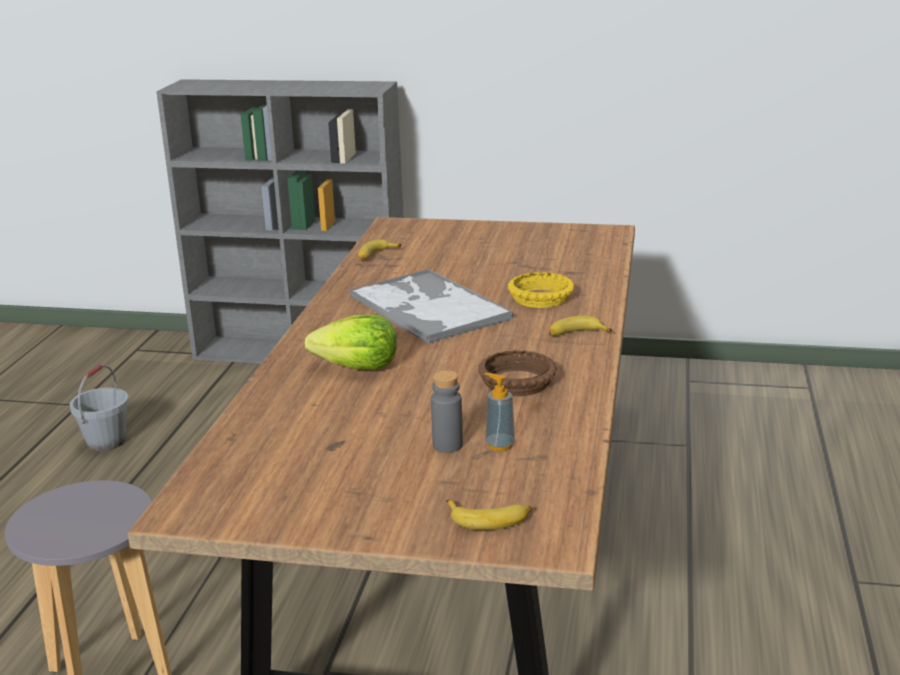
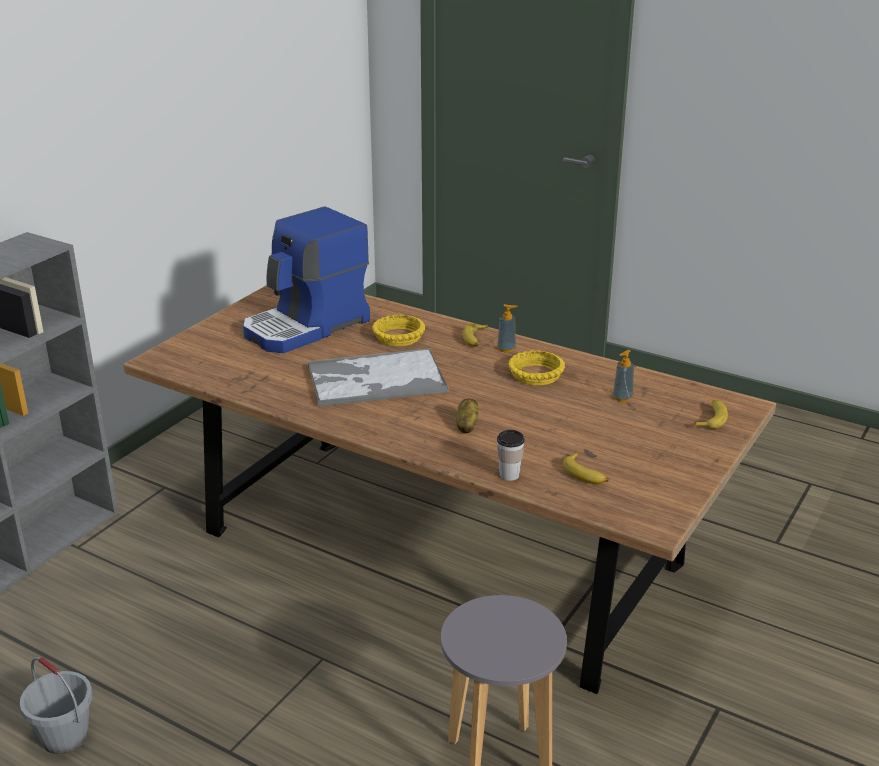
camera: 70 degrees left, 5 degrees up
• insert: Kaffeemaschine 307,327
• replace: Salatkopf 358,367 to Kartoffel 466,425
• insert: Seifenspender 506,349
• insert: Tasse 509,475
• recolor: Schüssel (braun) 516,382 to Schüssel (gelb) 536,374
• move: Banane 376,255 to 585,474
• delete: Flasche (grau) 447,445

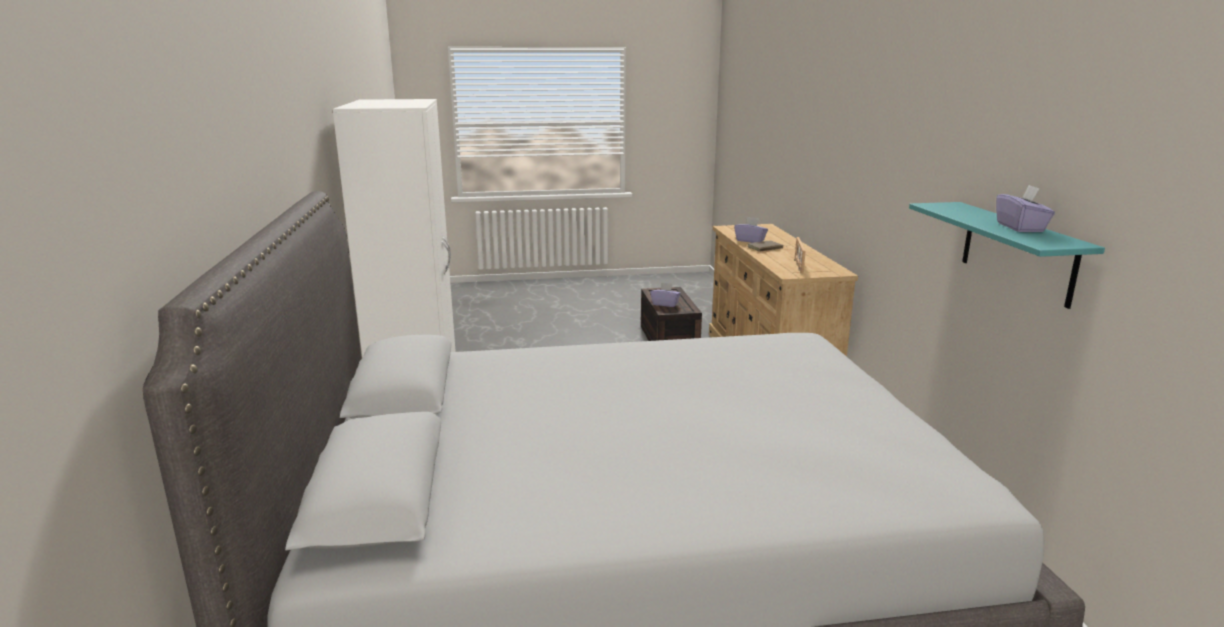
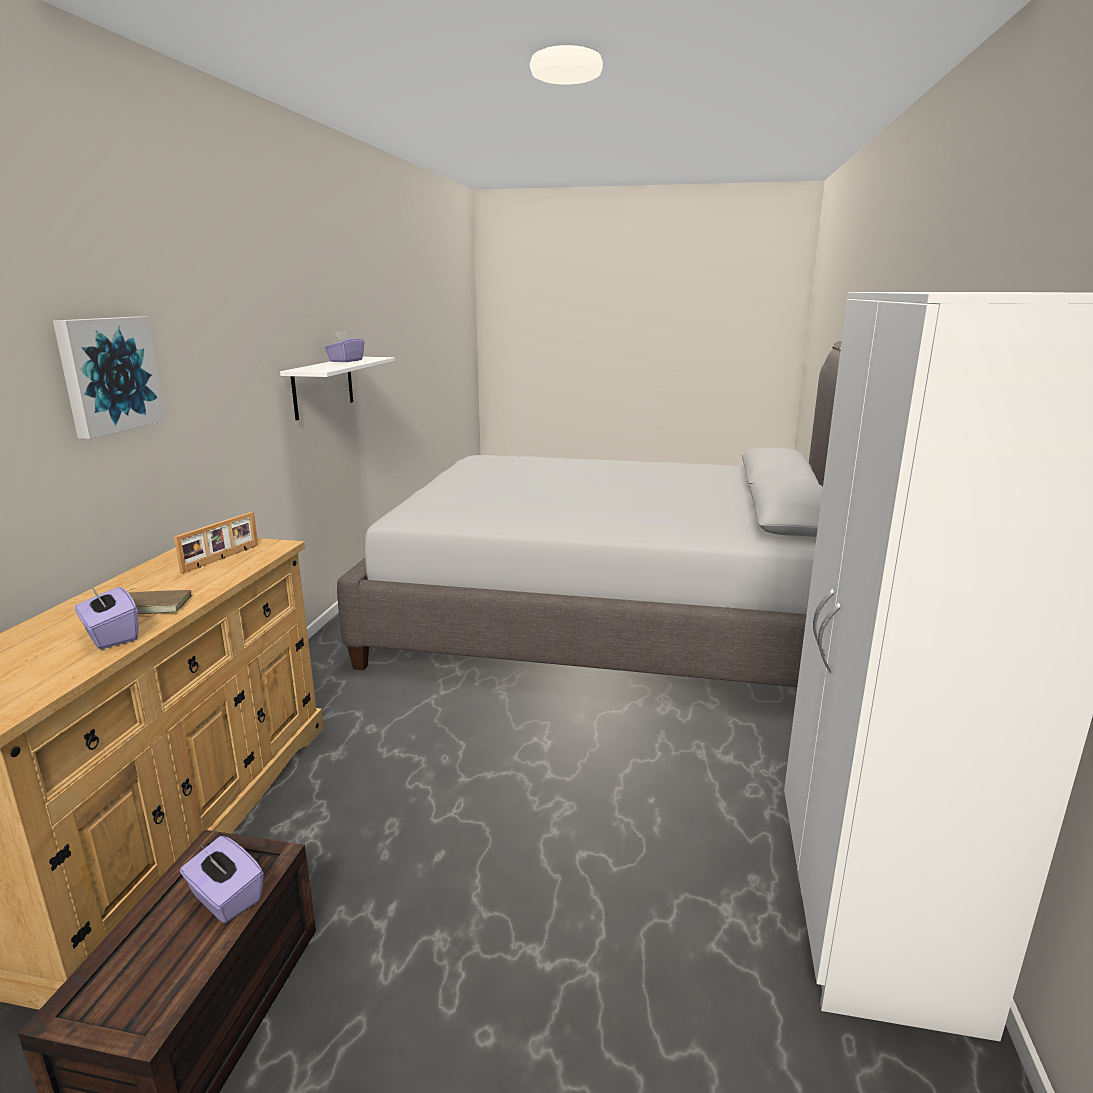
camera: 160 degrees left, 0 degrees up
• insert: Bild 108,374
• recolor: Wandregal (türkis) 1017,252 to Wandregal (weiß) 323,387

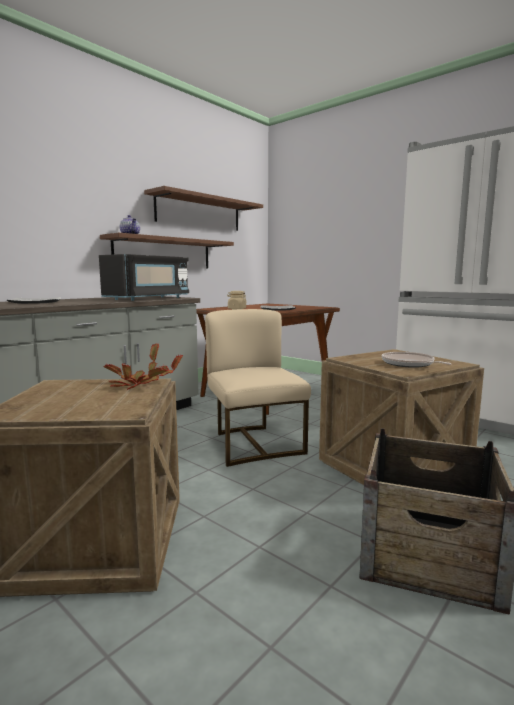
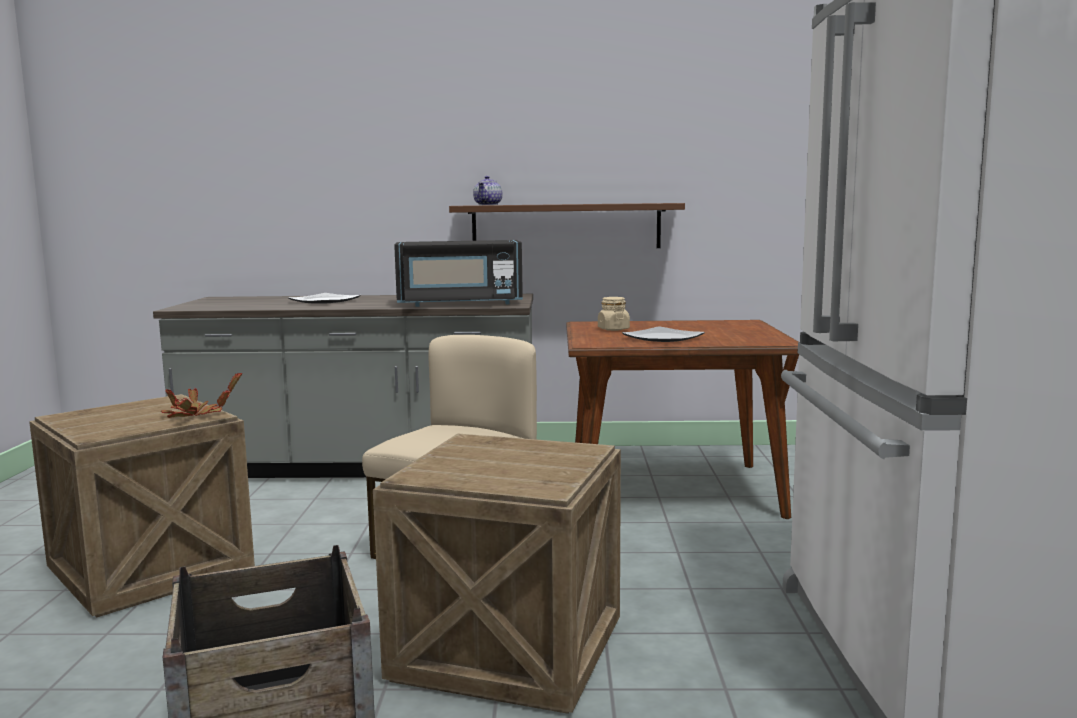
camera: 50 degrees right, 0 degrees up
• delete: Wandregal (braun) 199,213
• delete: Pfanne 409,364

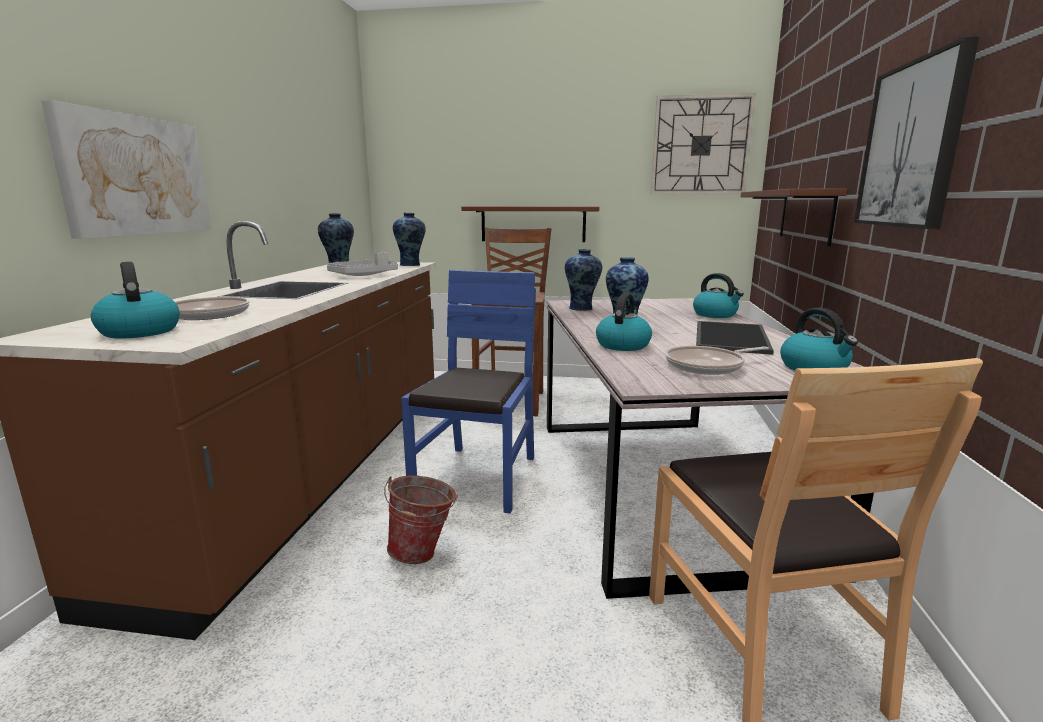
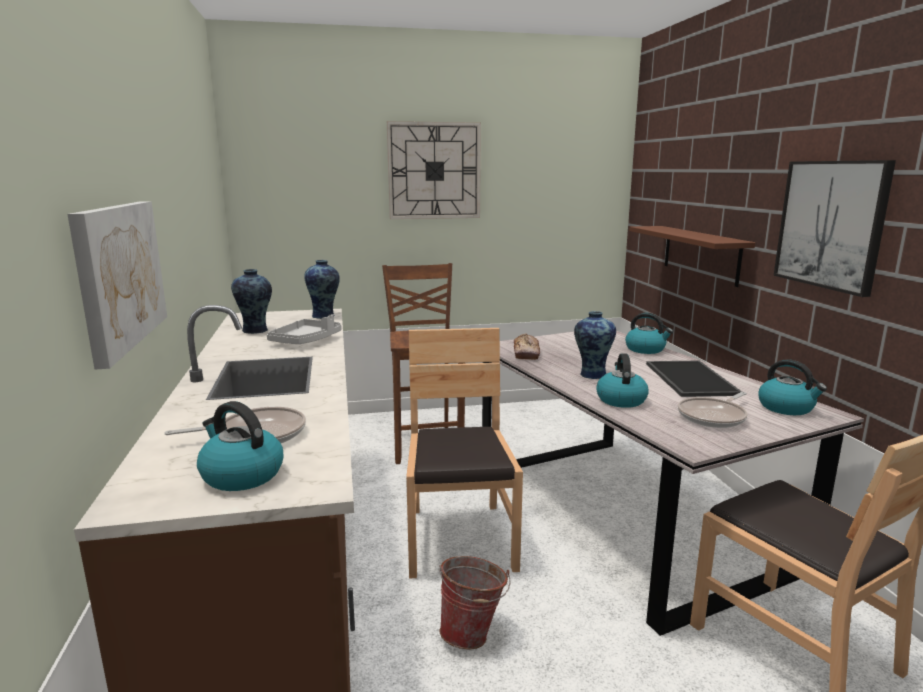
camera: 20 degrees left, 0 degrees up
• move: Wanduhr 700,145 to 434,171
• recolor: Stuhl (blau) 478,477 to Stuhl (braun) 459,539
• replace: Vase 582,308 to Brot 526,353
• delete: Wandregal (braun) 533,224

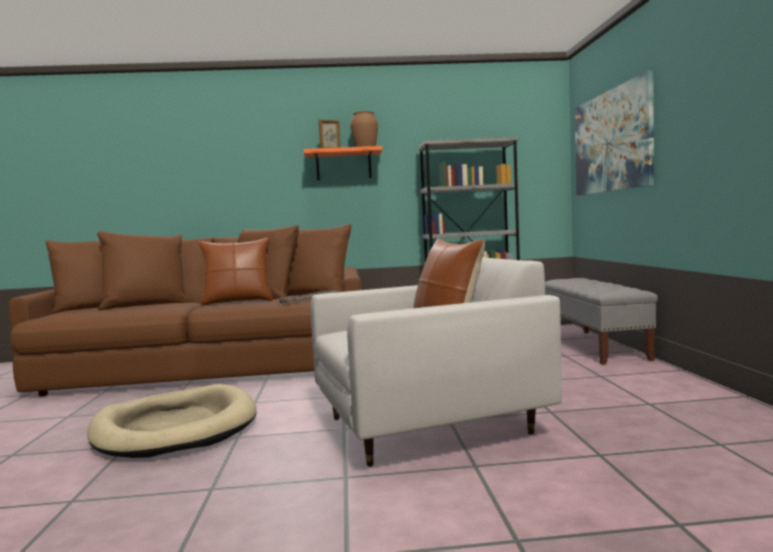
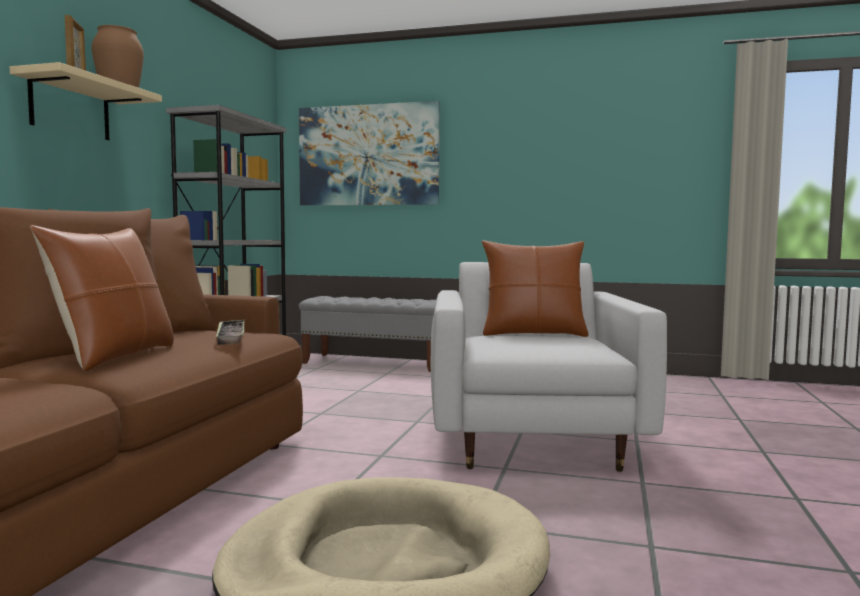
camera: 70 degrees left, 0 degrees up
• recolor: Wandregal (orange) 343,165 to Wandregal (beige) 70,108

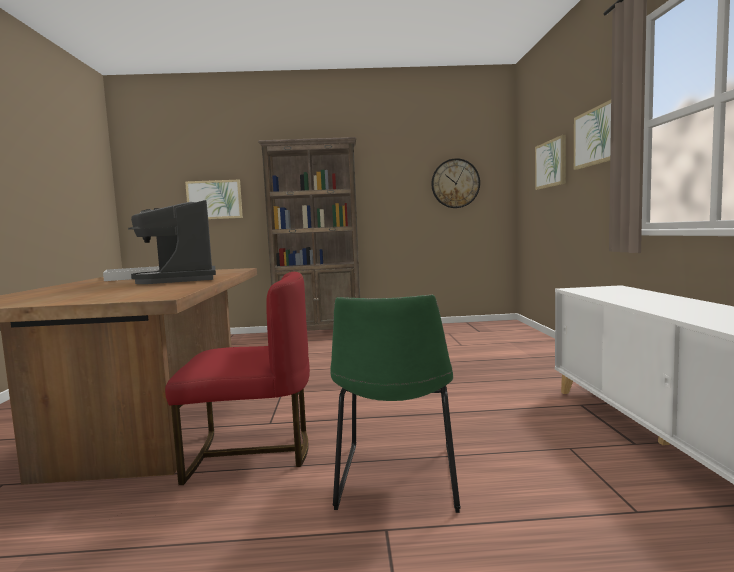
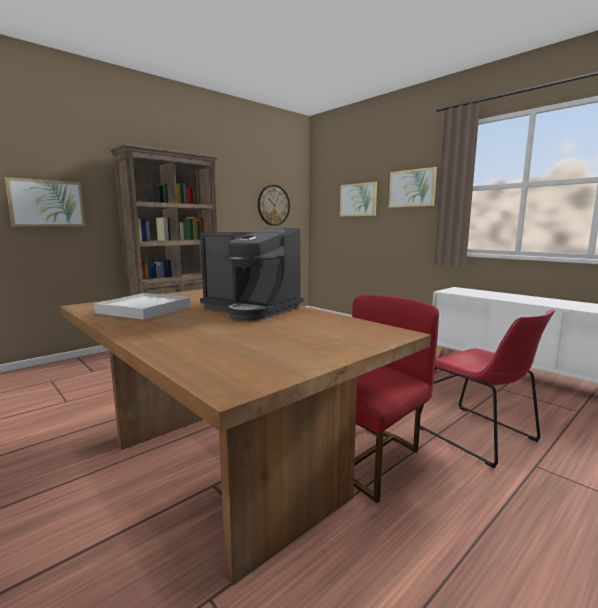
camera: 40 degrees left, 5 degrees up
• recolor: Stuhl (grün) 397,480 to Stuhl (rot) 479,436

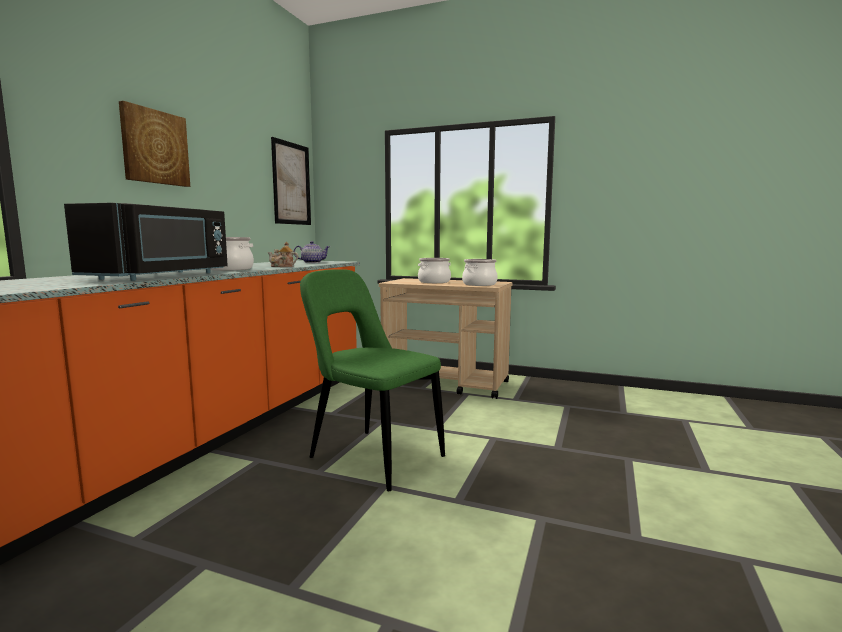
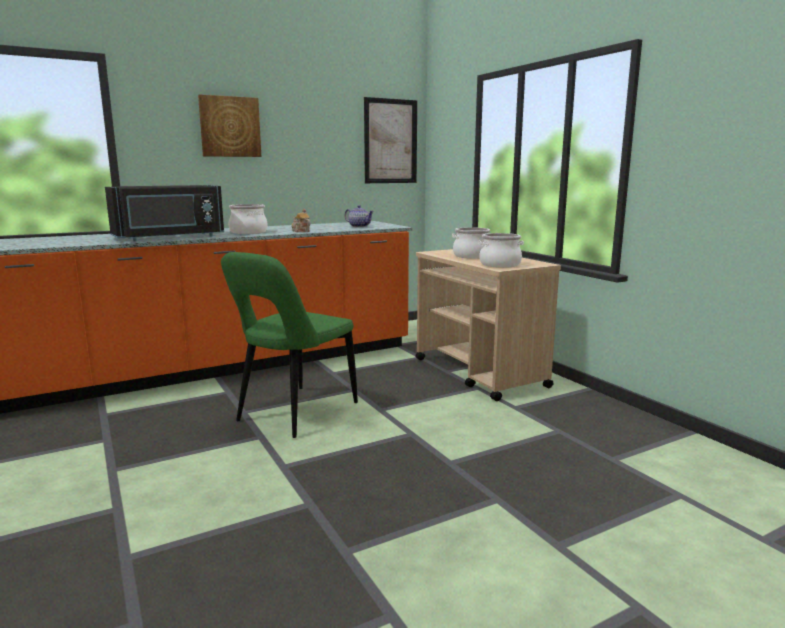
camera: 40 degrees right, 5 degrees up
• rotate: Stuhl (grün) 371,456 = 294,414 135 degrees counterclockwise

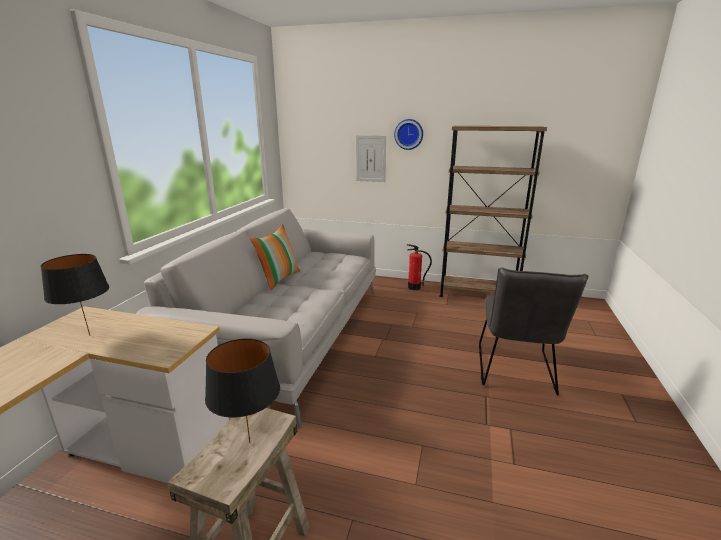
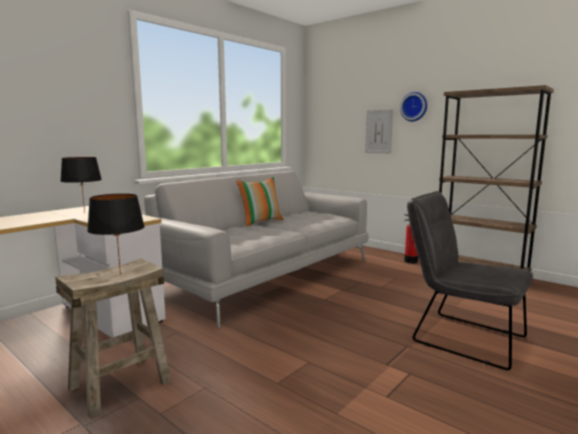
camera: 25 degrees right, 10 degrees down
• rotate: Stuhl (grau) 515,372 = 460,337 90 degrees clockwise

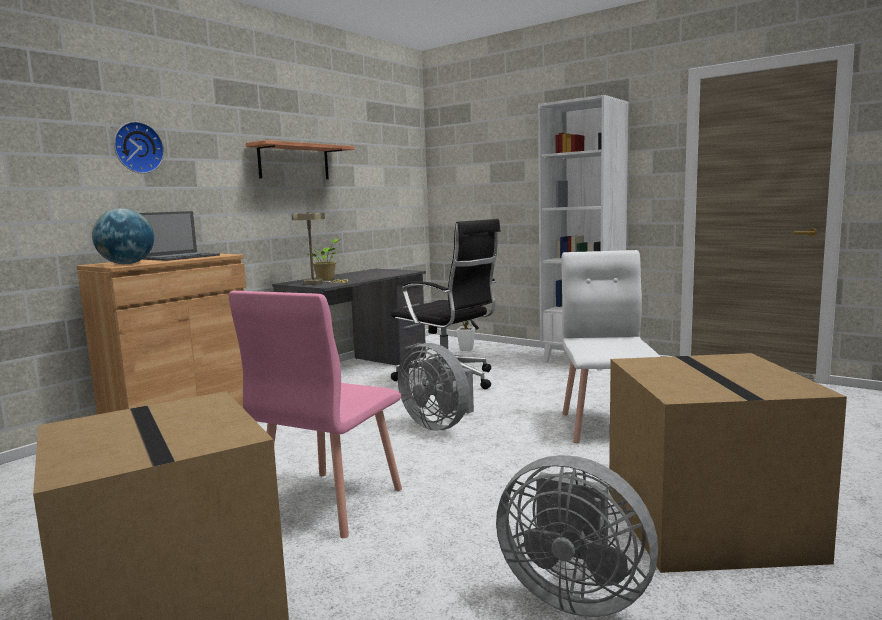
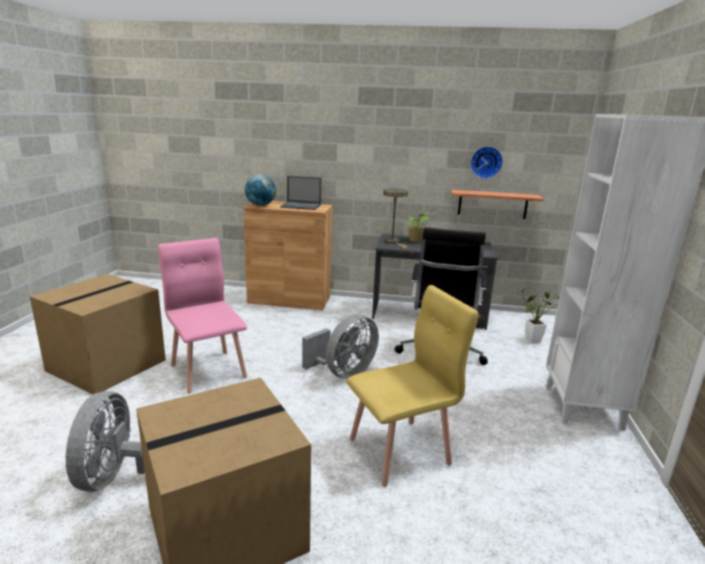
camera: 60 degrees right, 10 degrees up
• rotate: Stuhl (rosa) 330,503 = 208,370 60 degrees clockwise
• rotate: Ventilator (grau) 439,424 = 344,373 150 degrees counterclockwise
• recolor: Stuhl (weiß) 608,426 to Stuhl (gelb) 400,451
• move: Wandregal 294,162 to 492,204
• move: Wanduhr 137,148 to 486,162

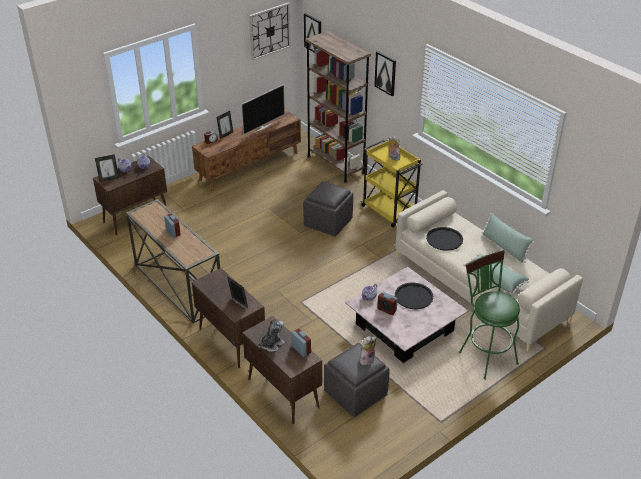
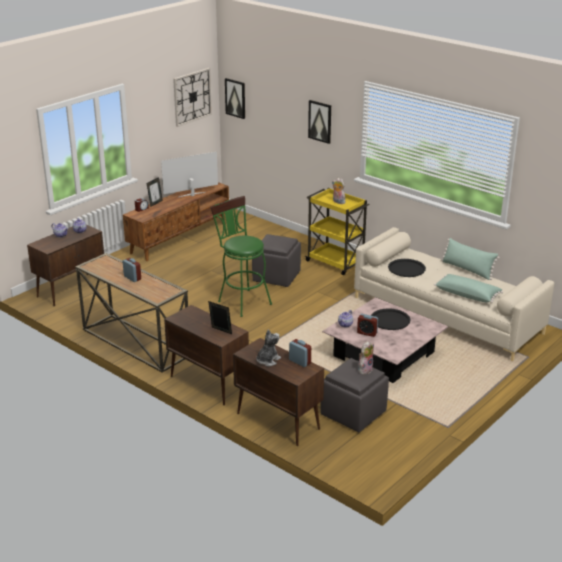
camera: 10 degrees left, 10 degrees down
• rotate: Fernseher 262,127 = 192,195 150 degrees counterclockwise
• move: Hocker (grün) 485,355 to 242,301
• delete: Bilderrahmen 109,178
• delete: Bücherregal (braun) 335,164

